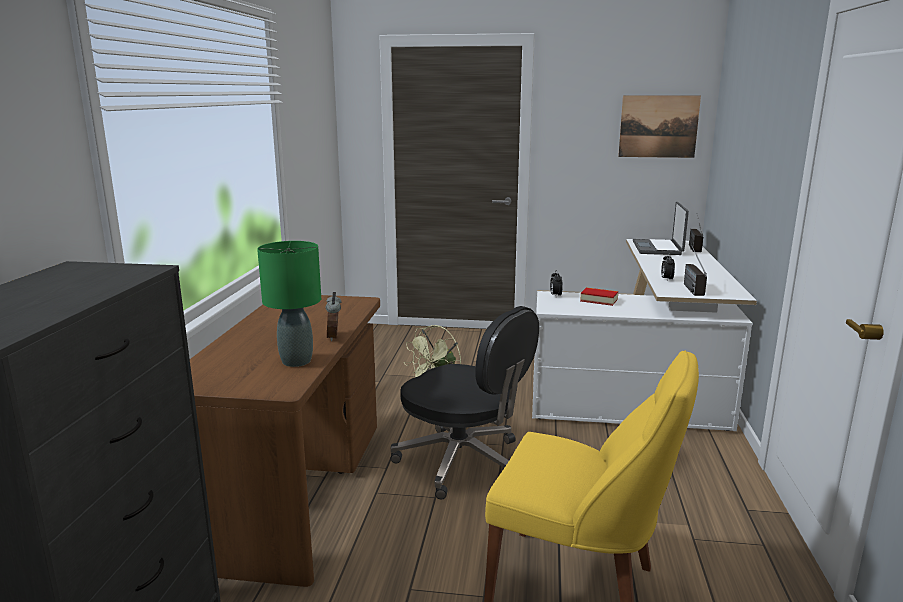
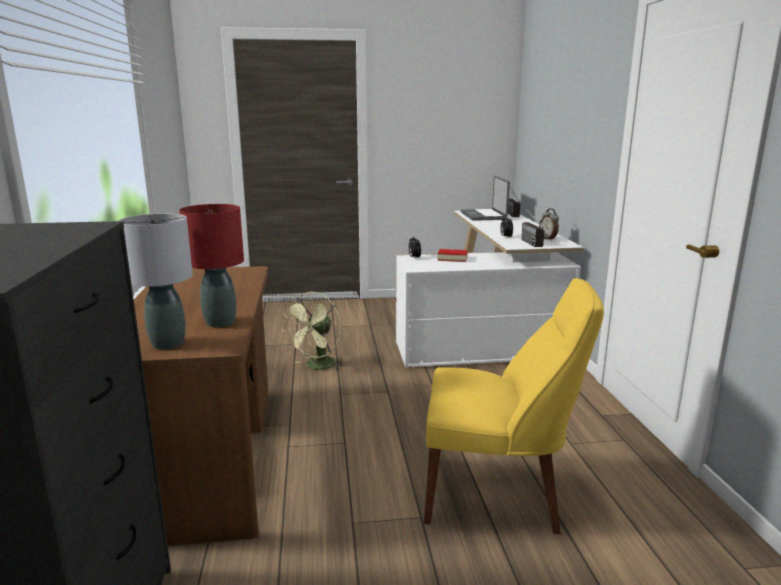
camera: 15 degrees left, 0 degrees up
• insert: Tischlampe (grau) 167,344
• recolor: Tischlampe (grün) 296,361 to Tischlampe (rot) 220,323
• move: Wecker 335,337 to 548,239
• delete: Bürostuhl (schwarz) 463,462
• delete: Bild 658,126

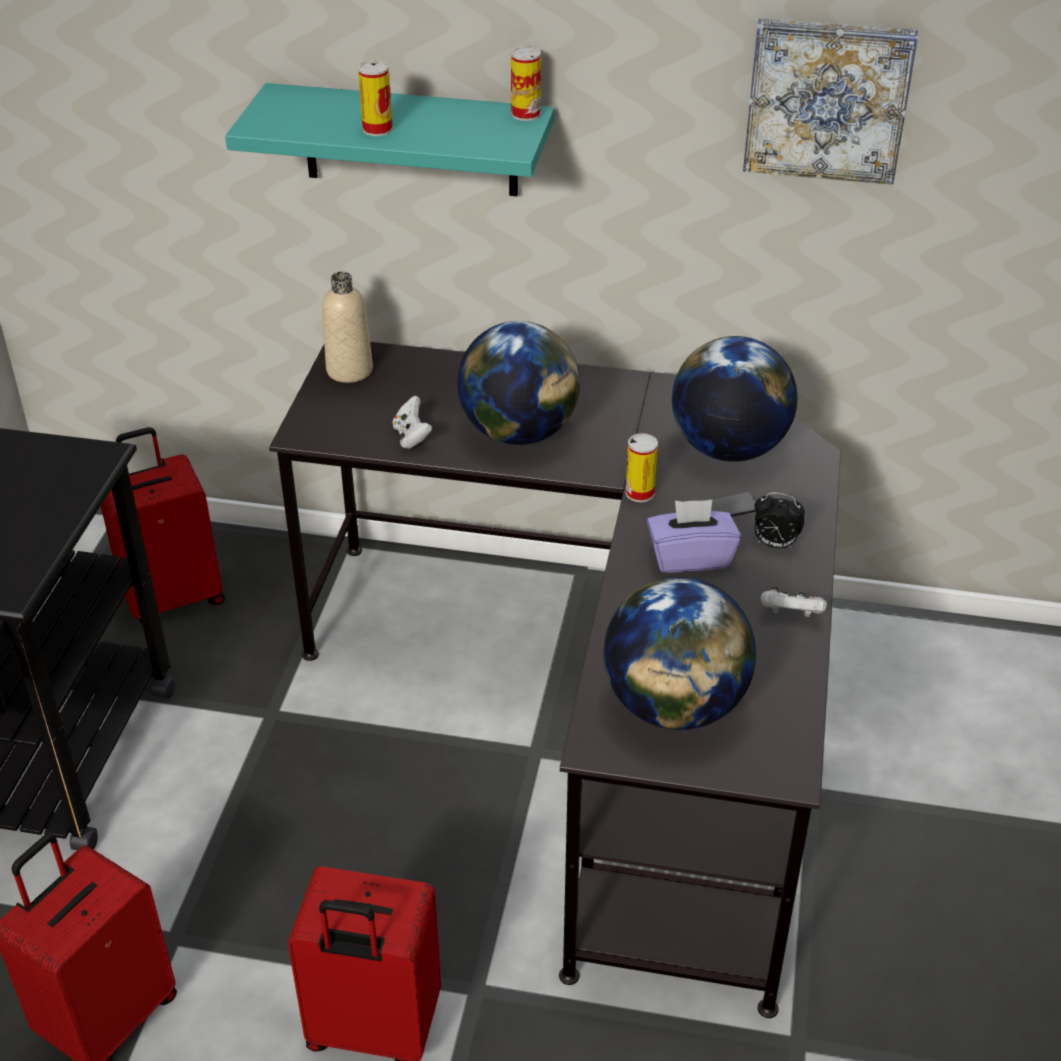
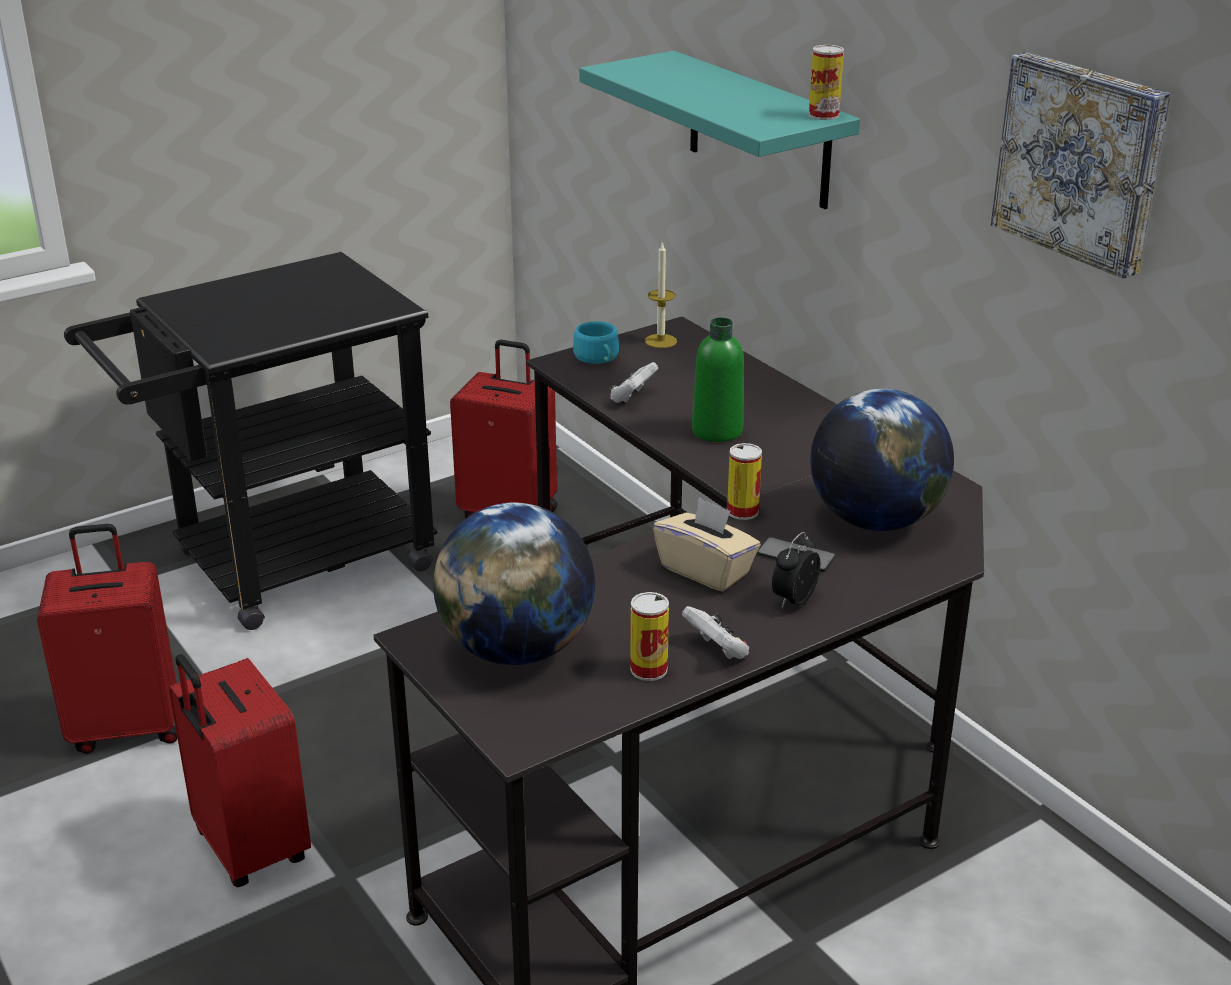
camera: 45 degrees right, 10 degrees down
• insert: Tasse (türkis) 598,358
• move: Dose 377,129 to 648,669
• replace: Flasche (beige) 349,370 to Kerze 660,341
• recolor: Taschentuchbox (lila) 690,557 to Taschentuchbox (beige) 706,570
• replace: Globus 519,433 to Flasche (grün) 717,431
• rotate: Wecker 774,544 = 793,600 60 degrees clockwise

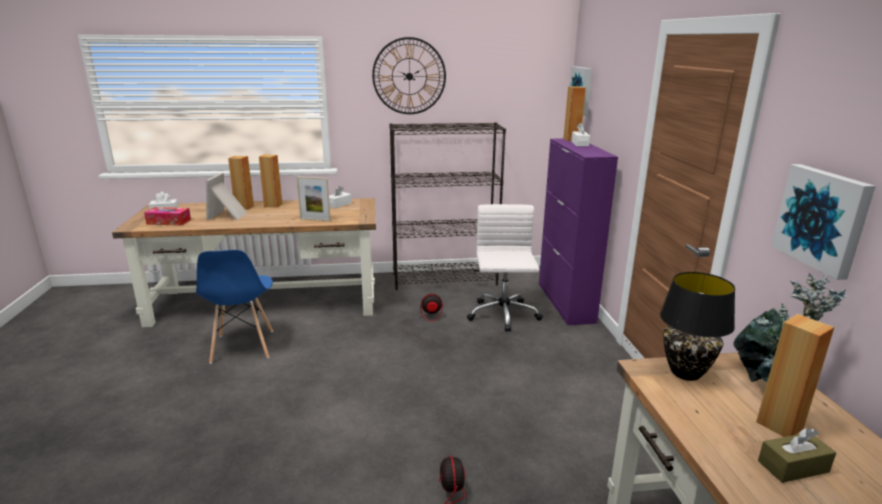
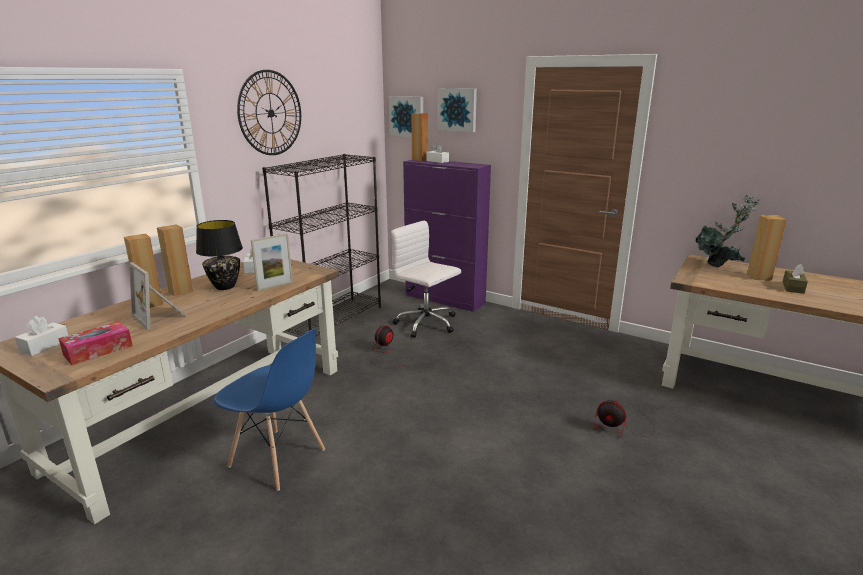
camera: 50 degrees left, 0 degrees up
• move: Tischlampe (schwarz) 686,373 to 225,287
• move: Bild 822,219 to 458,109

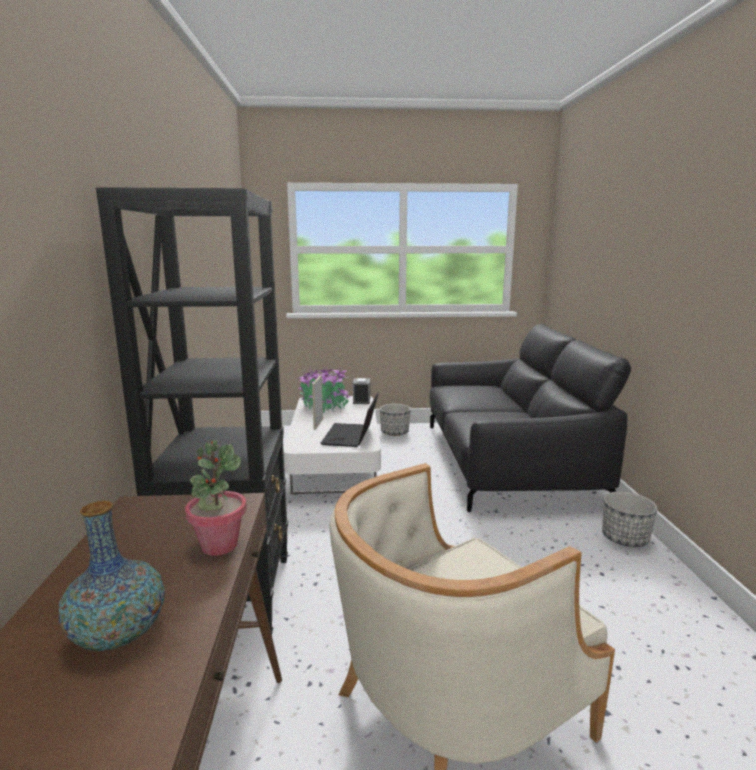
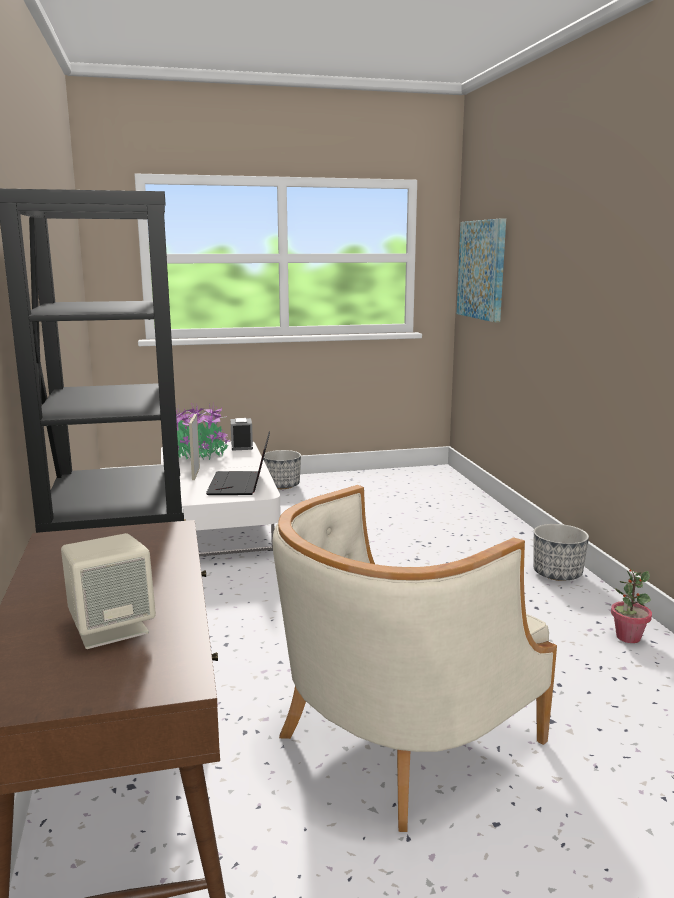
camera: 10 degrees left, 0 degrees up
• replace: Vase 119,634 to Lautsprecher (beige) 112,628
• insert: Bild 482,269
• move: Topfpflanze 219,545 to 628,637
• delete: Sofa (schwarz) 506,462

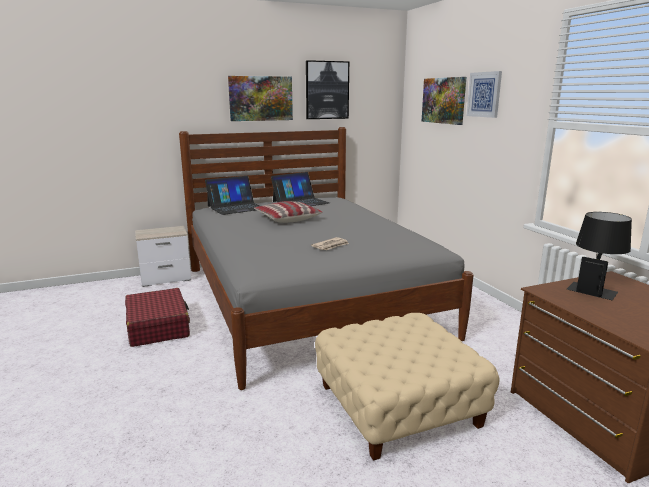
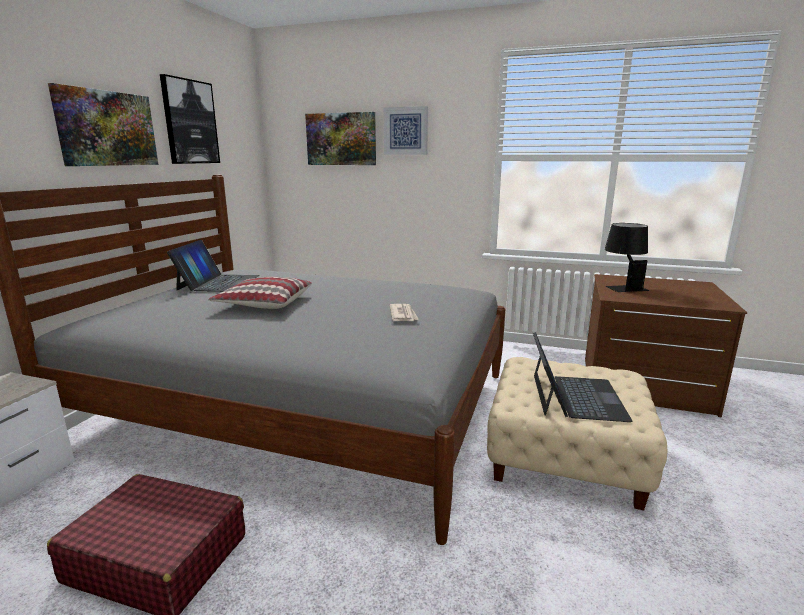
camera: 50 degrees left, 0 degrees up
• move: Laptop 236,207 to 575,396

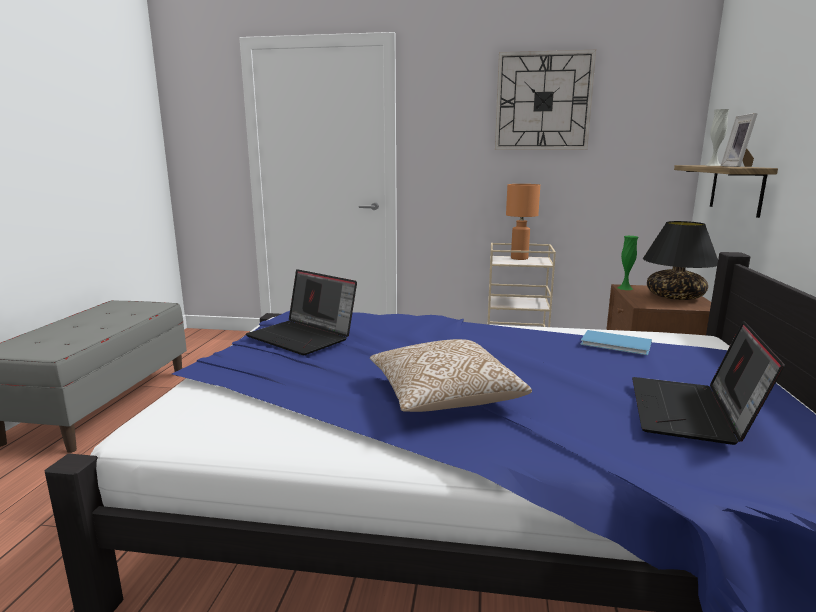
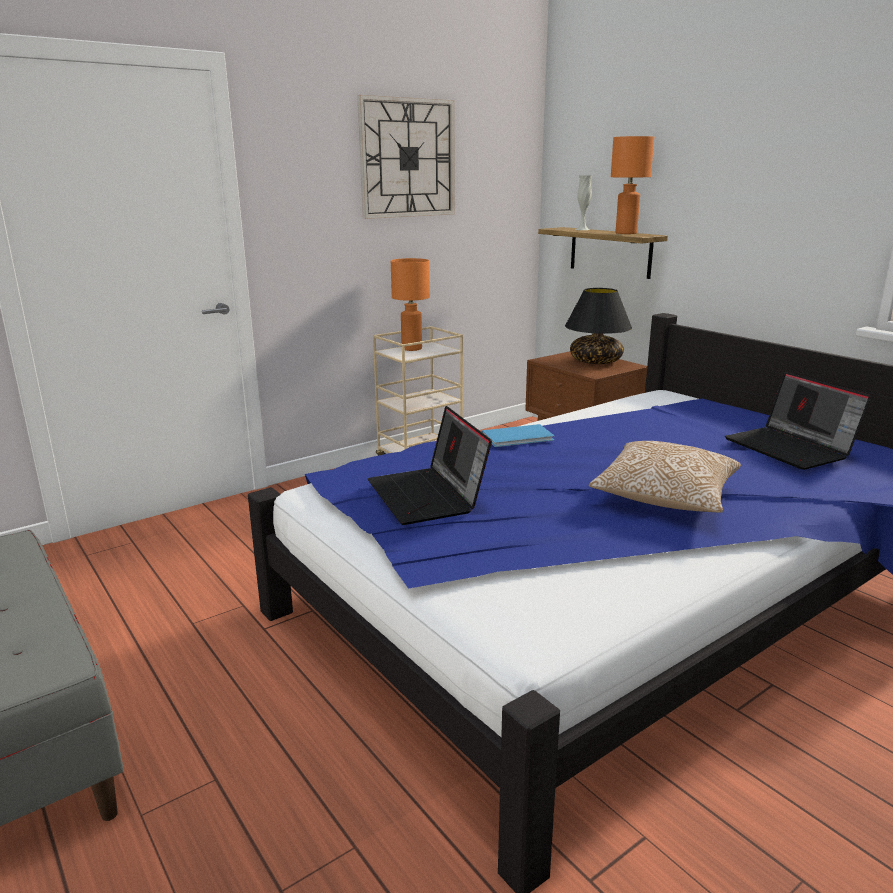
camera: 45 degrees left, 5 degrees up
• rotate: Laptop 304,337 = 428,496 75 degrees clockwise
• move: Buch (blau) 617,344 to 520,437
• replace: Bilderrahmen 738,166 to Tischlampe (orange) 626,233
• delete: Vase (grün) 625,288

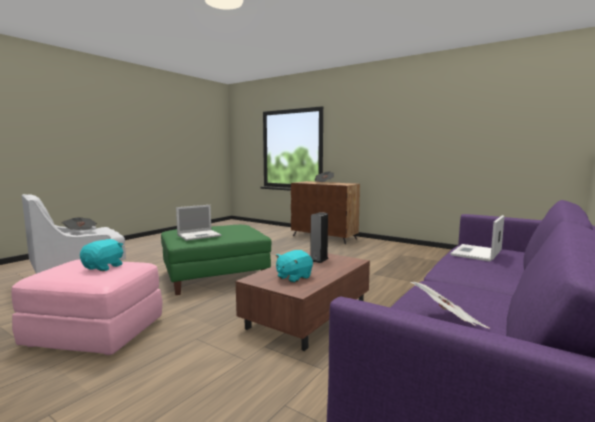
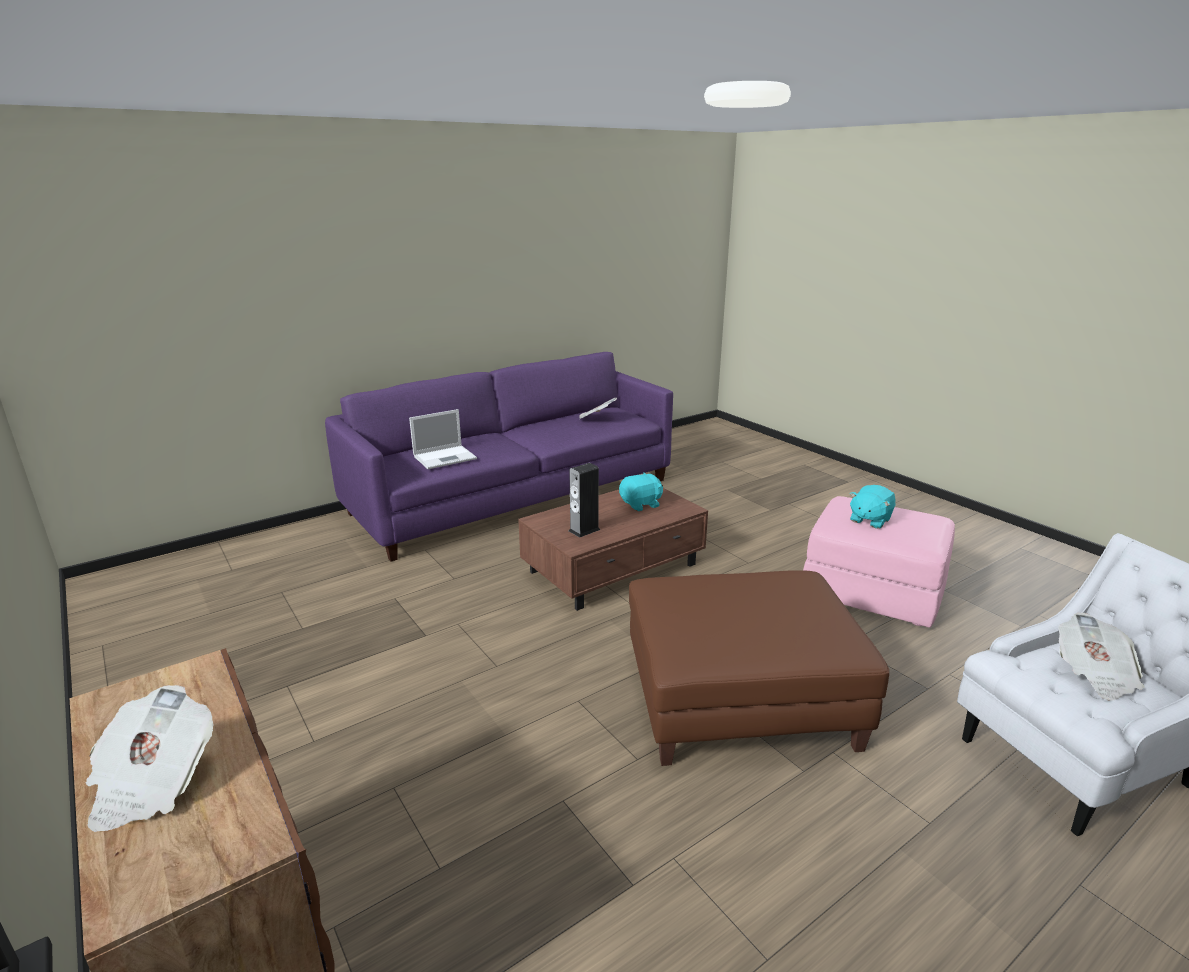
camera: 160 degrees left, 15 degrees up
• recolor: Polsterhocker (grün) 215,275 to Polsterhocker (braun) 739,699
• delete: Laptop 200,235

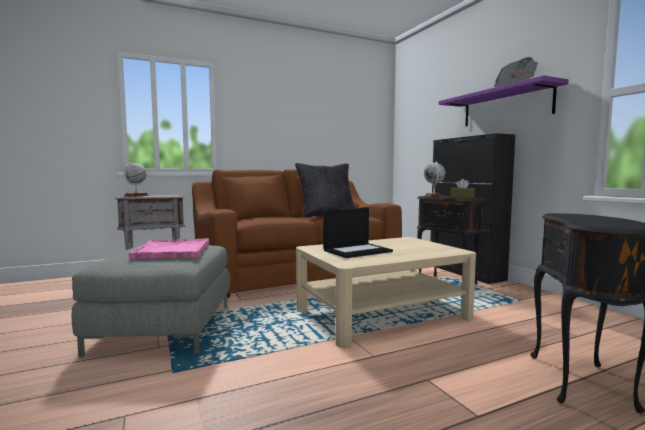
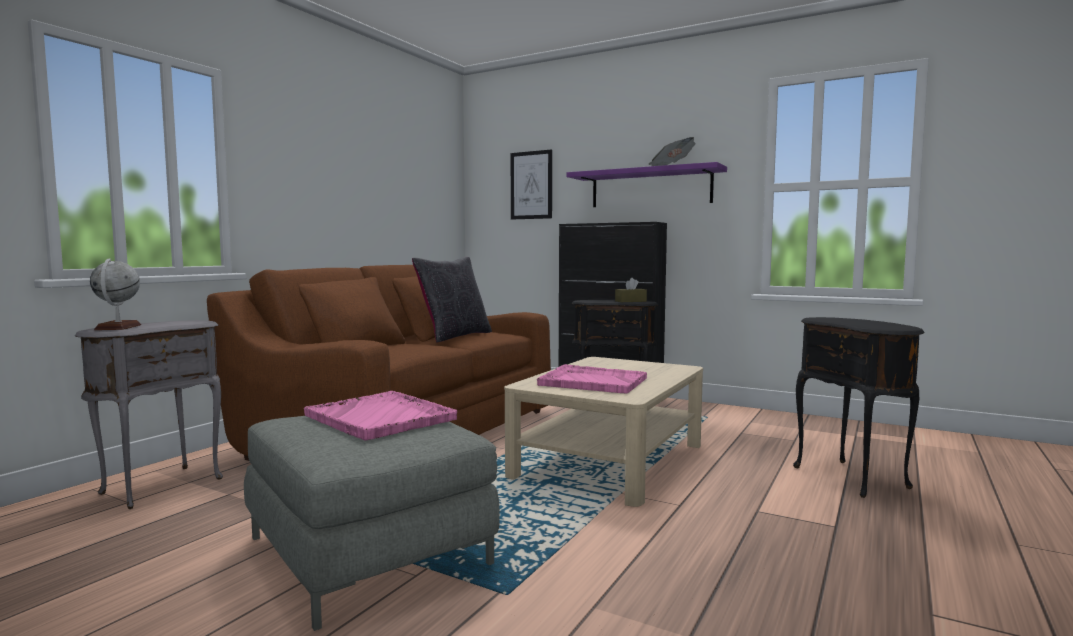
camera: 35 degrees left, 0 degrees up
• insert: Bild 531,185
• replace: Laptop 357,251 to Tablett (rosa) 592,381
• delete: Globus 433,196

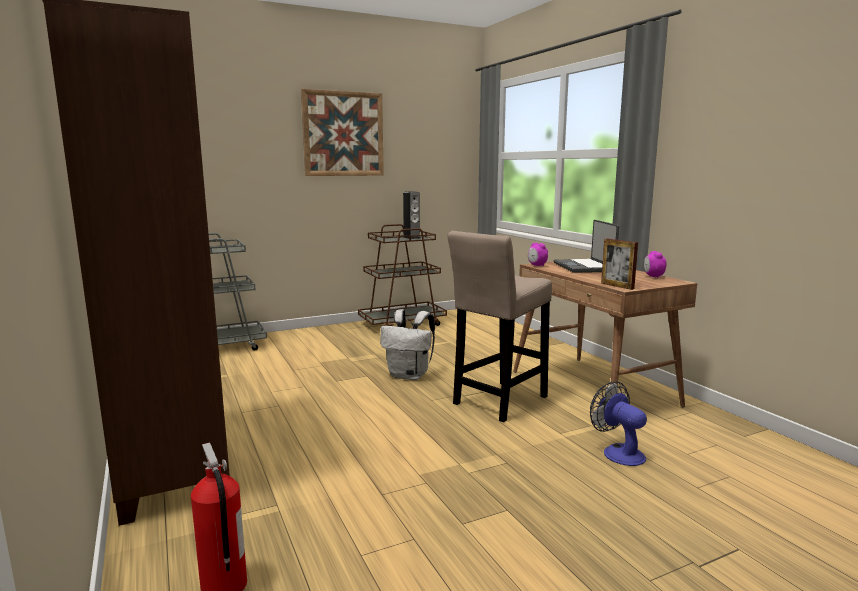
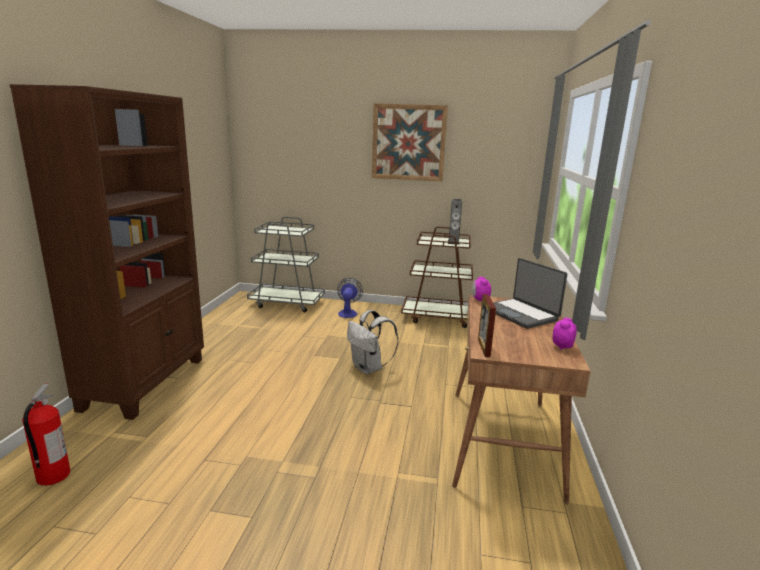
camera: 35 degrees right, 5 degrees up
• move: Ventilator 618,452 to 348,312
• rotate: Laptop 584,267 = 521,314 60 degrees counterclockwise
• delete: Hocker (beige) 497,402

